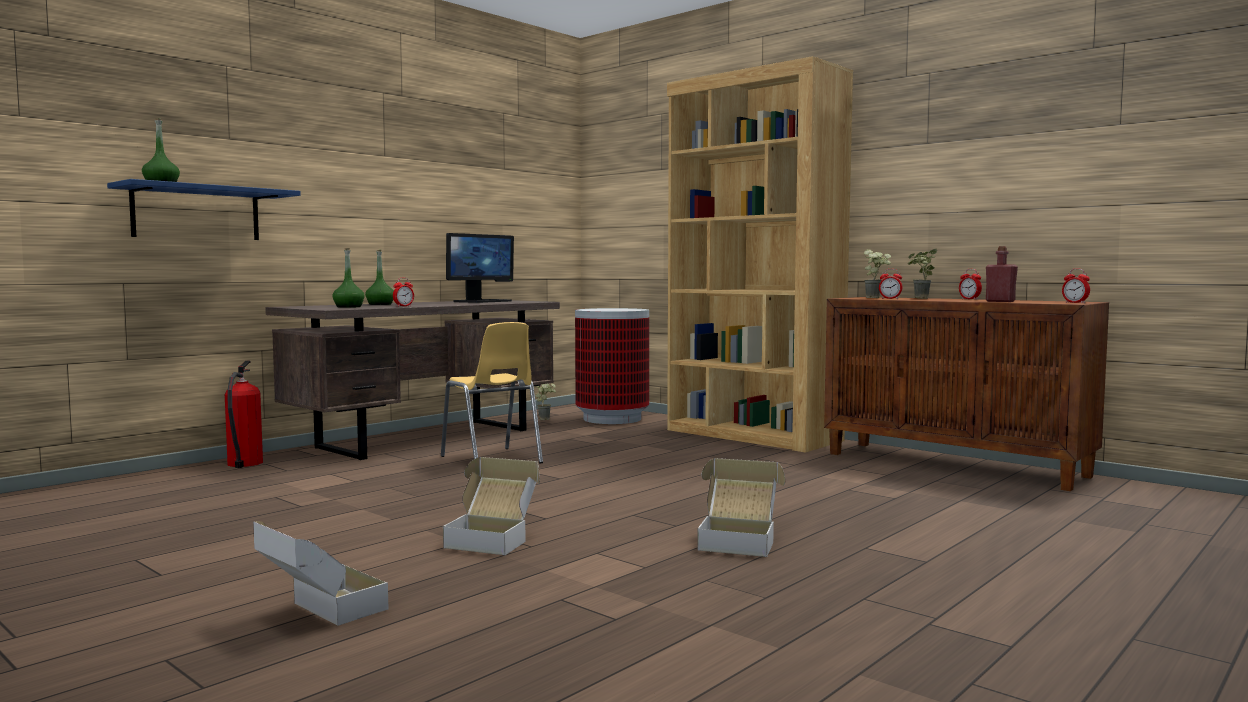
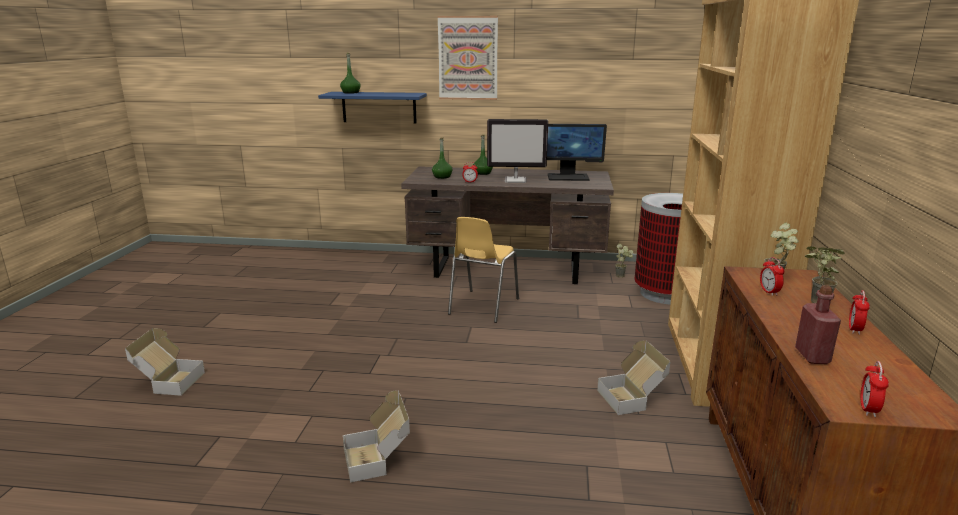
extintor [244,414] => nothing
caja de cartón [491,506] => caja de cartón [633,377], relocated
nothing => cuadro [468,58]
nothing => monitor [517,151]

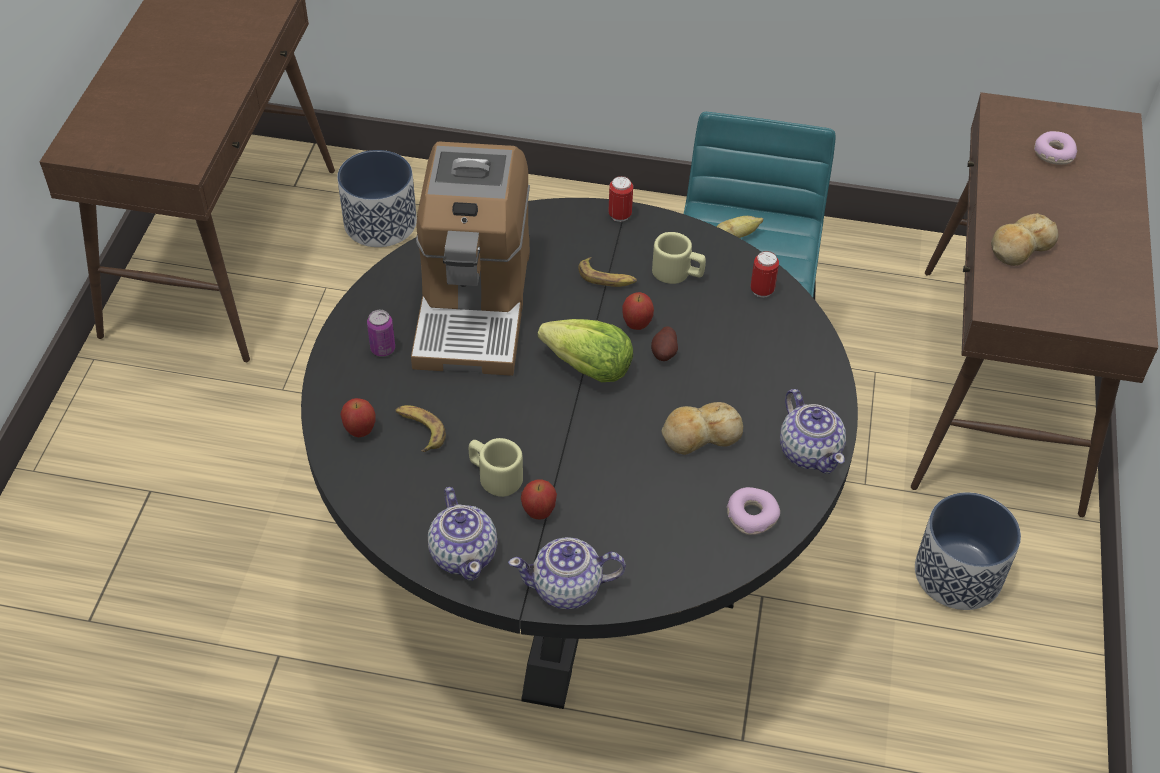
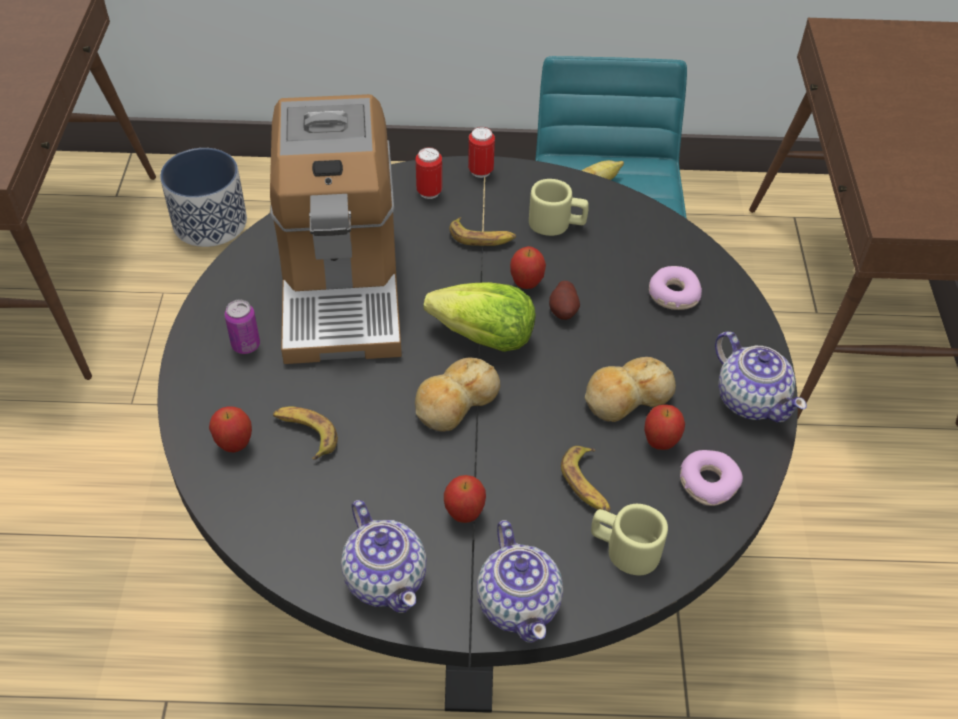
taza grande/beis [496,467] => taza grande/beis [629,539], relocated
tetera [567,573] => tetera [520,581], 90 degrees counterclockwise
lata [765,274] => lata [429,173], relocated
maceta [968,551] => nothing
pan [1025,239] => pan [457,394], relocated
rosquilla [1055,148] => rosquilla [675,288], relocated
nothing => plátano [586,479]
nothing => manzana [664,427]

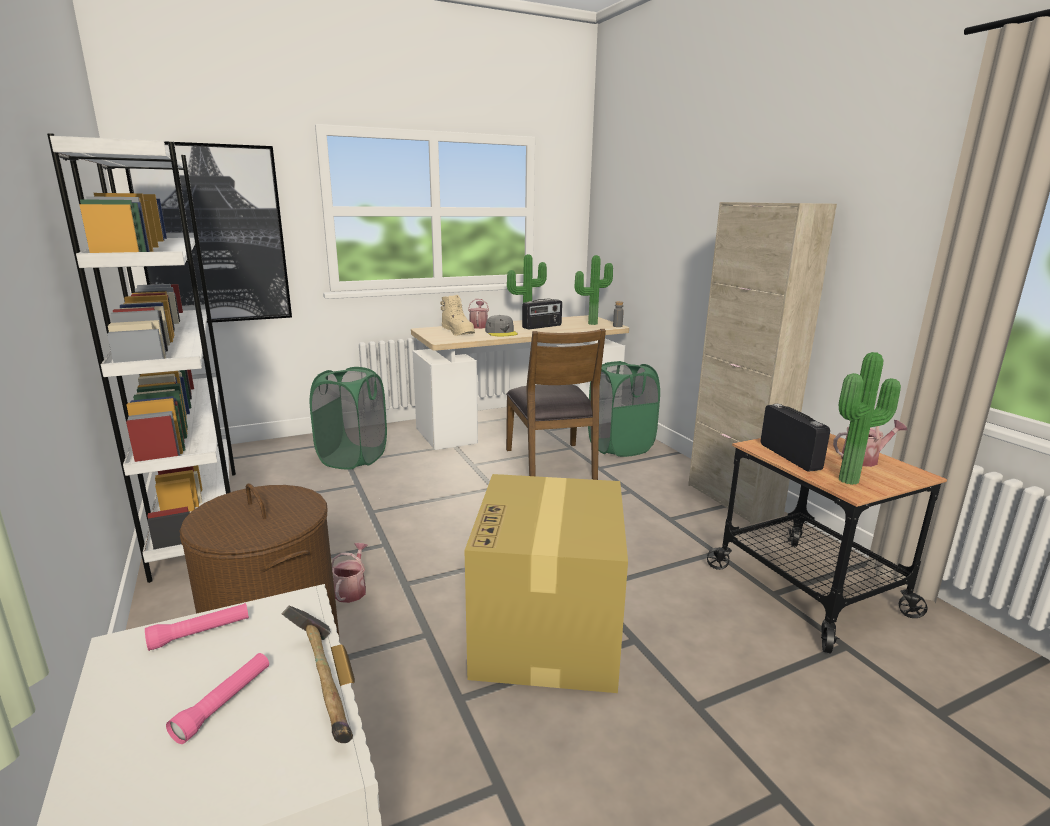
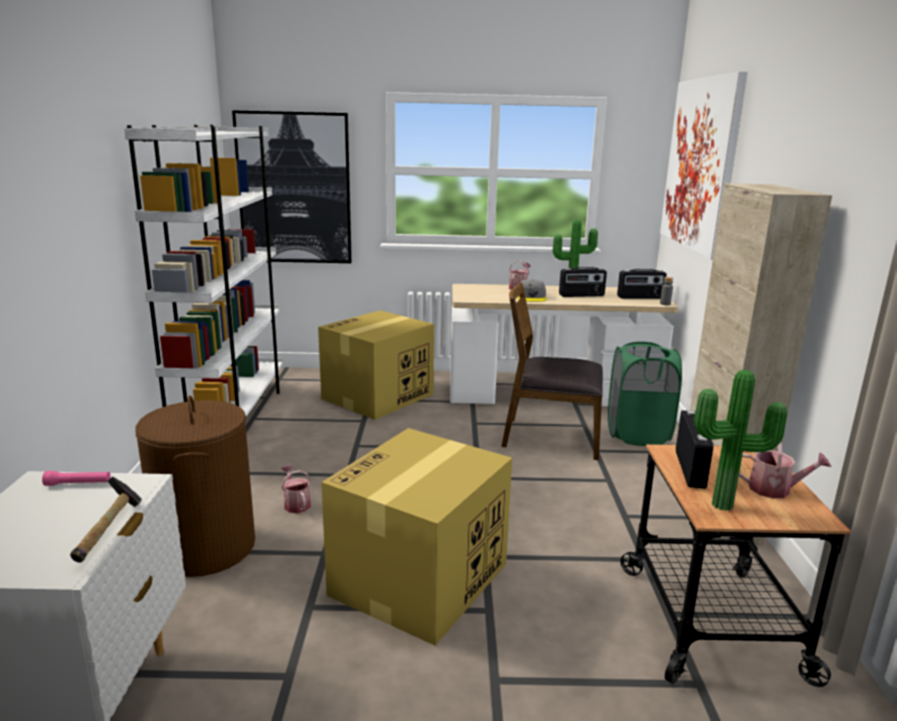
linterna/rosa [217,698] => nothing
cesto de la ropa/verde [348,418] => caja de cartón [376,365]
regadera [349,573] => regadera [296,489], 60 degrees counterclockwise
bota/beis [457,315] => nothing
silla/marrón [556,404] => silla/marrón [552,371], 90 degrees clockwise
planta en maceta [594,290] => radio [642,284]
nothing => cuadro [704,165]

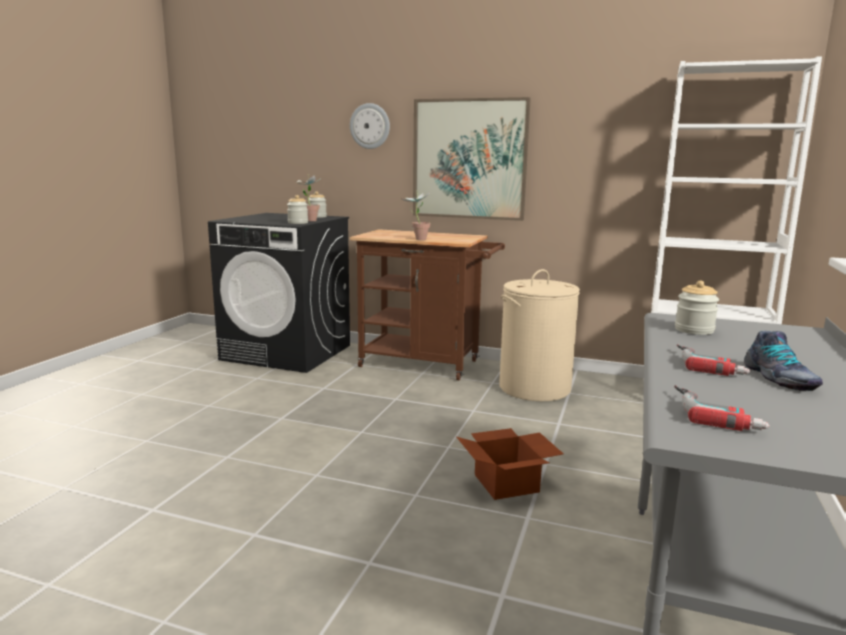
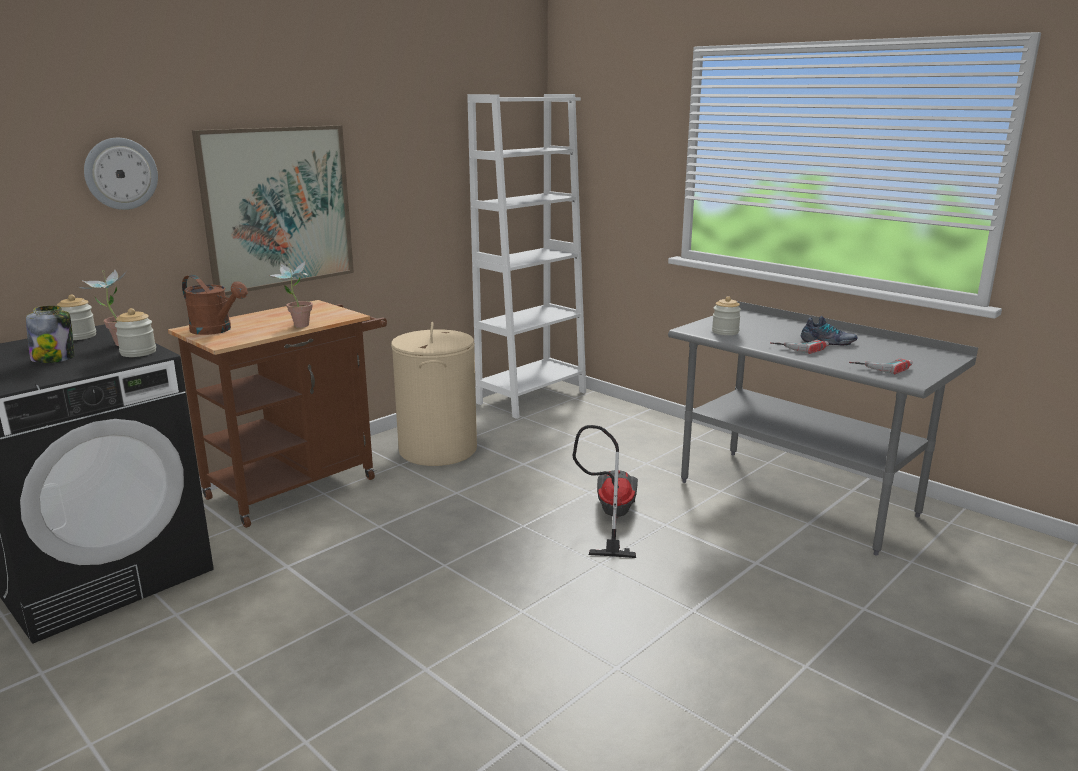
caja de cartón [510,464] => aspiradora [605,491]
nothing => tarro [50,334]
nothing => regadera/marrón [215,305]

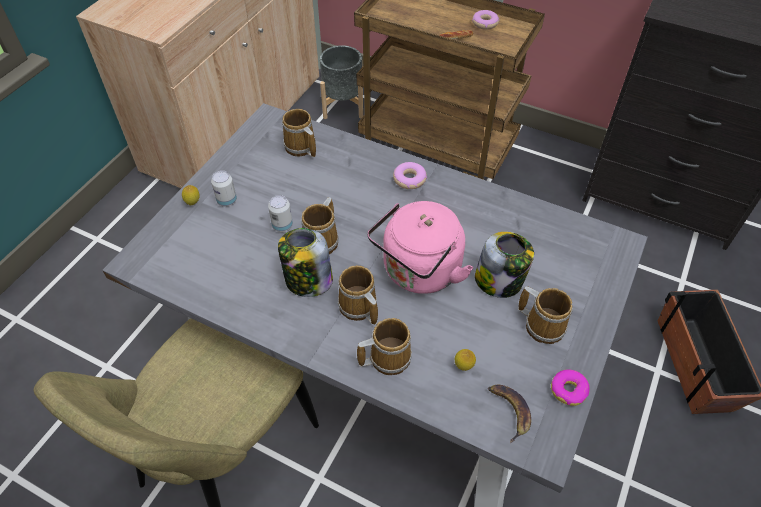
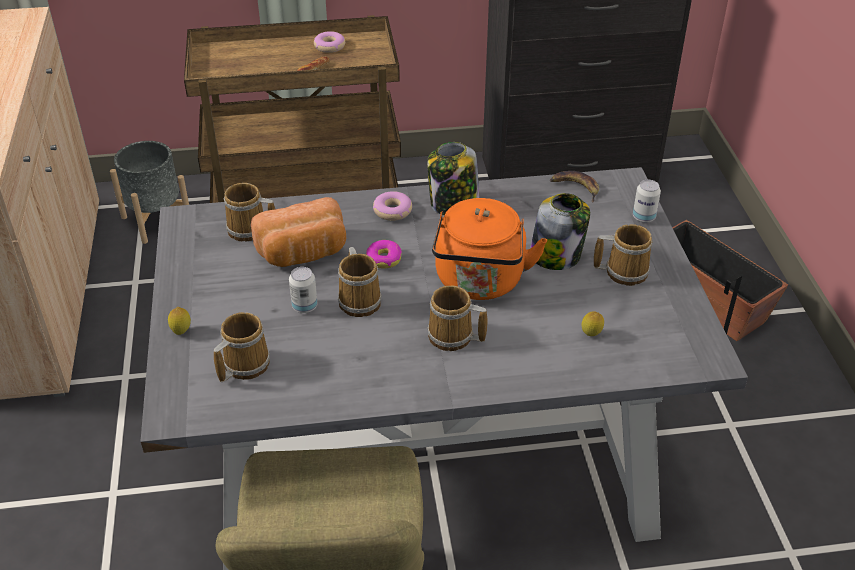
lata [224,188] => lata [647,201], relocated
tarro [305,262] => tarro [453,178], relocated
taza grande [384,346] => taza grande [242,347], relocated
hervidor/rosa [420,247] => hervidor/naranja [489,249]
plátano [509,414] => plátano [574,186], relocated
rosquilla [570,387] => rosquilla [384,254], relocated
nothing => pan [298,232]

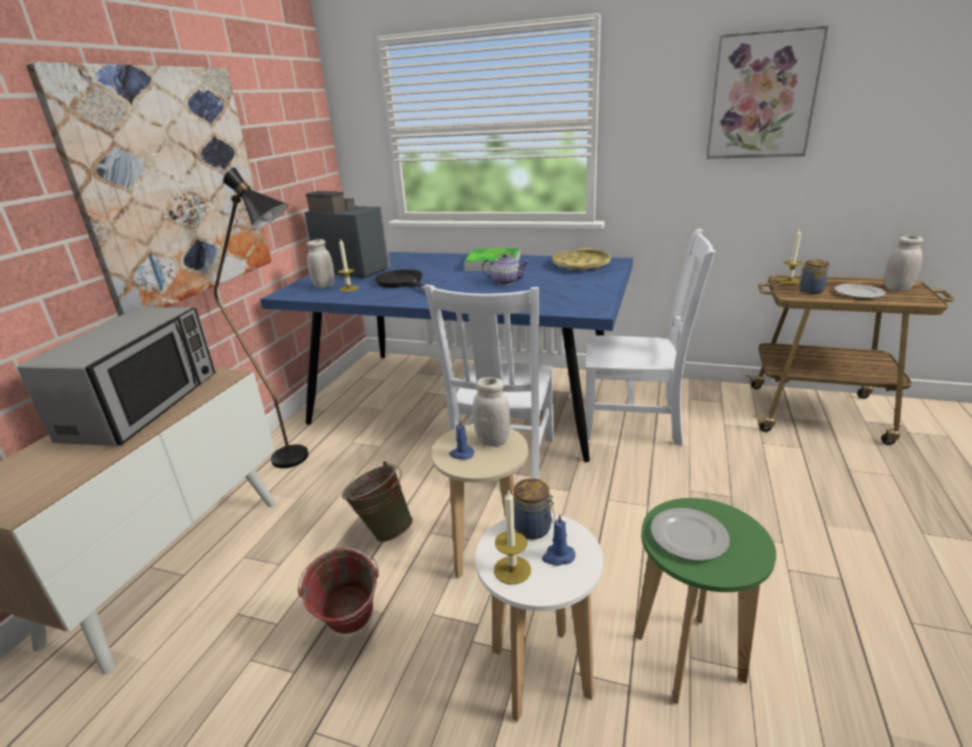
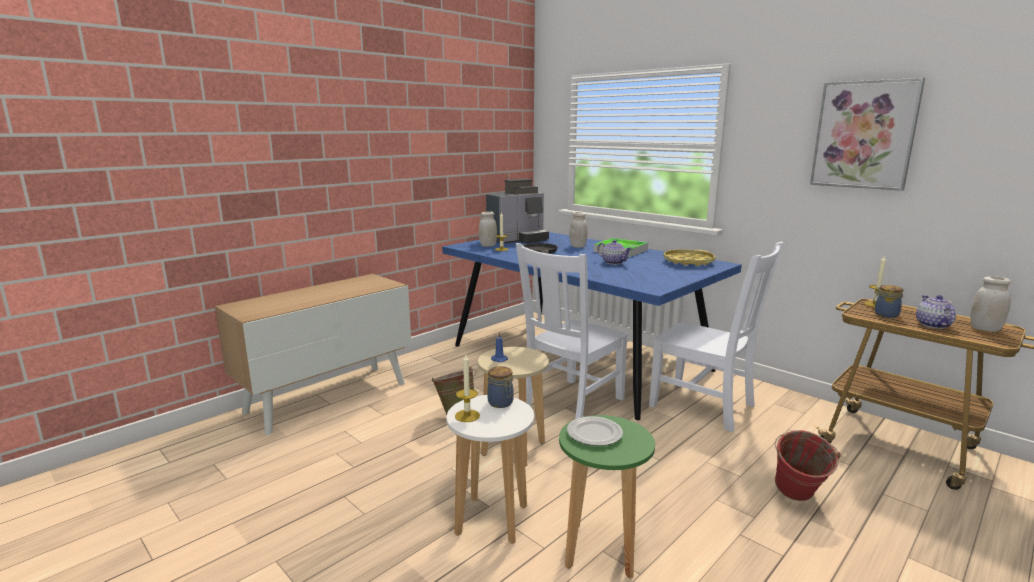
microondas [116,376] => nothing
cuadro [148,189] => nothing
lámpara de pie/negro [261,318] => nothing
cubo/rojo [338,590] => cubo/rojo [808,465], relocated
cafetera [347,234] => cafetera [517,211], 90 degrees clockwise
tarro/blanco [491,411] => tarro/blanco [578,230], relocated
vela/azul [558,539] => nothing
plato [860,291] => tetera [936,312]

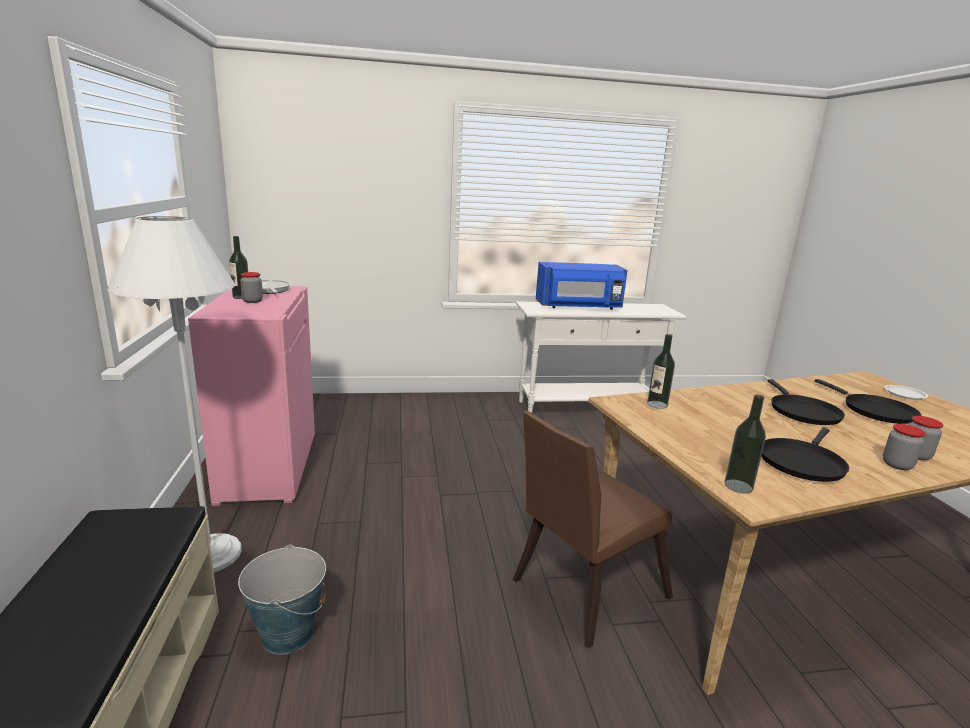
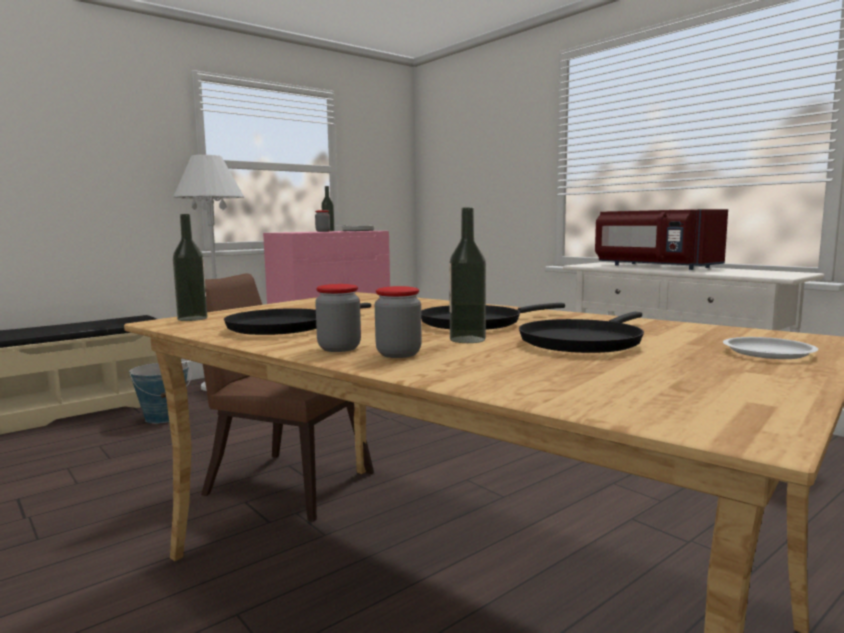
microondas/azul [582,286] => microondas/rojo [661,239]
botella [661,371] => botella [467,275], relocated
sartén/negro [805,455] => sartén/negro [297,319], 60 degrees counterclockwise

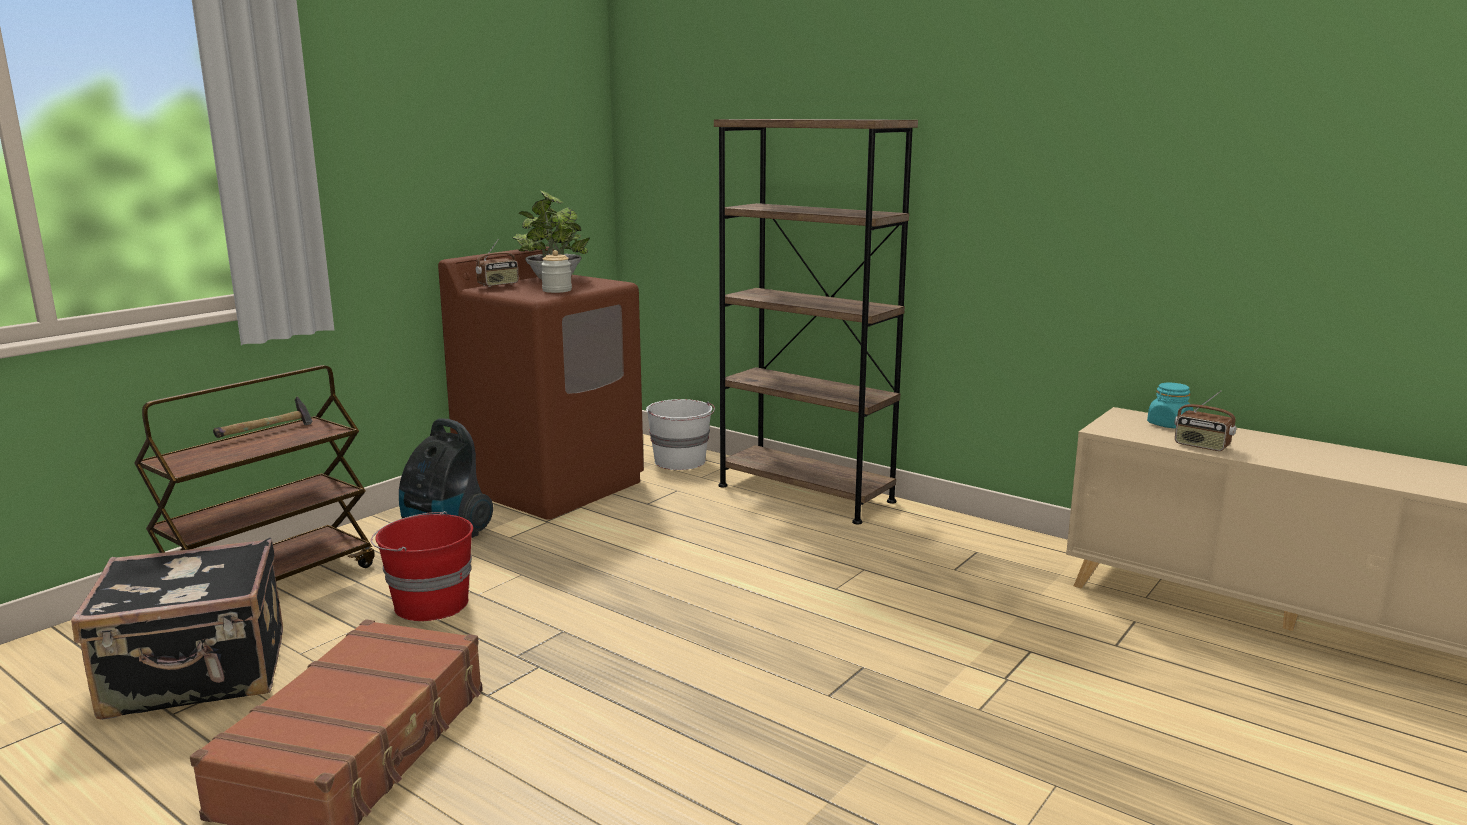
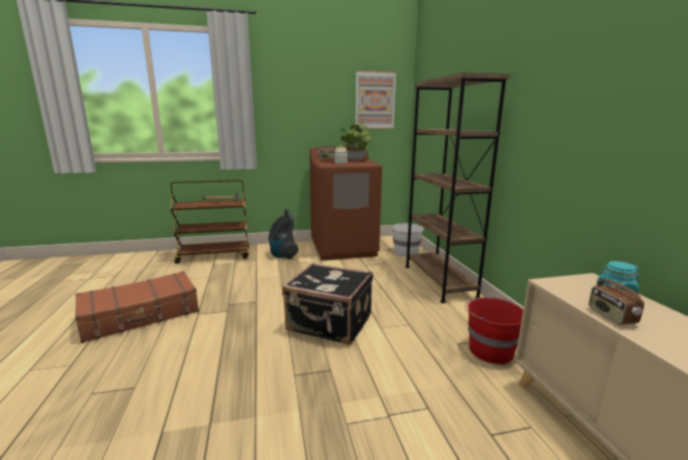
maleta/negro [177,629] => maleta/negro [327,304], relocated
cubo/rojo [422,566] => cubo/rojo [494,330], relocated
nothing => cuadro [375,99]

